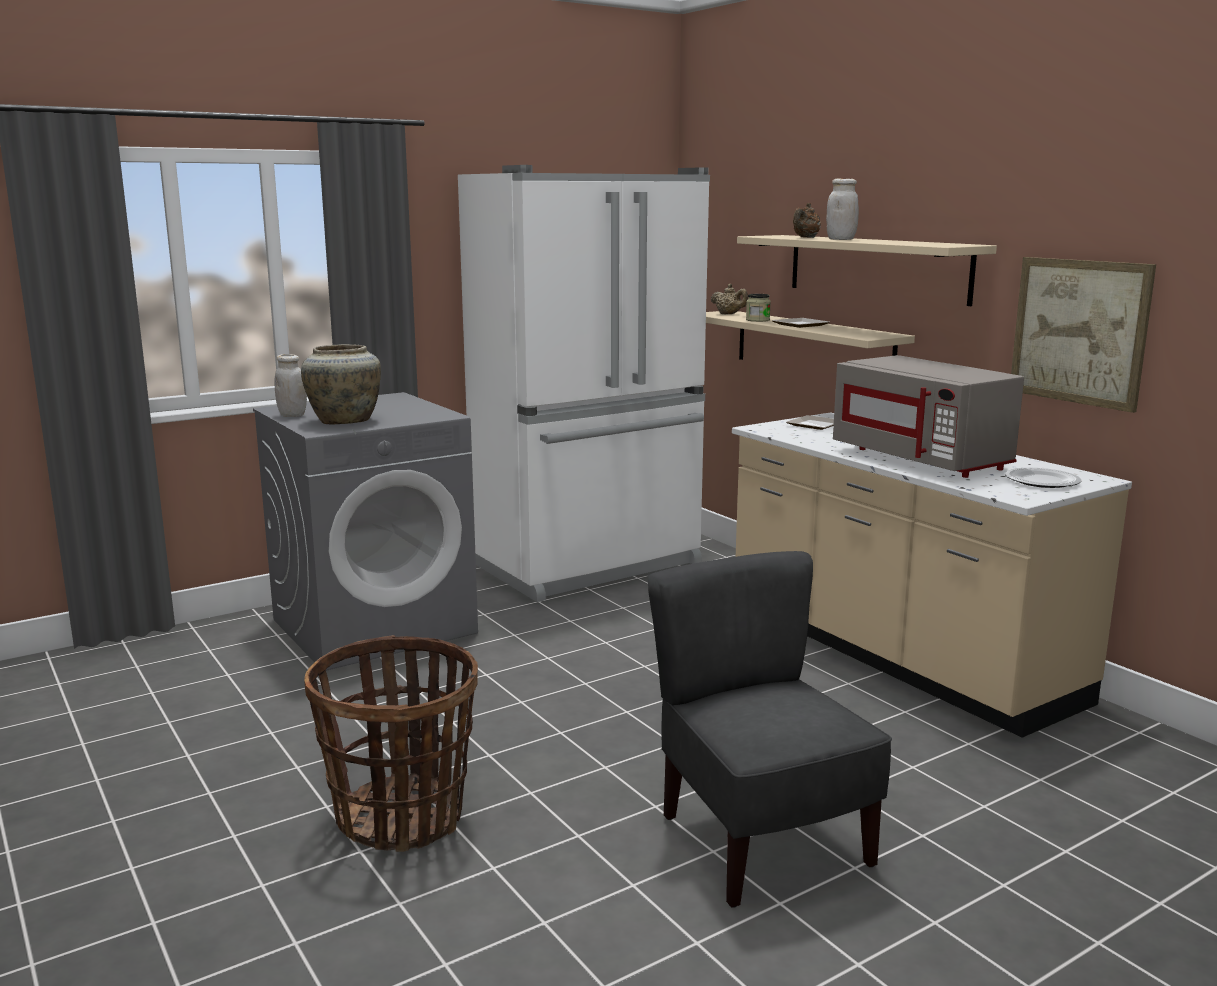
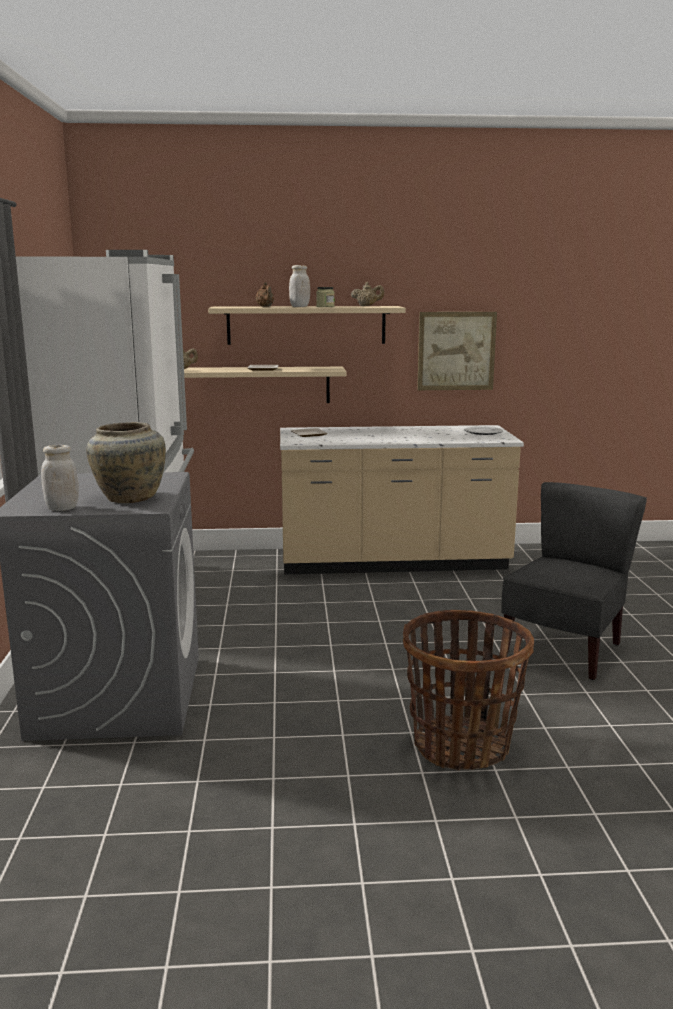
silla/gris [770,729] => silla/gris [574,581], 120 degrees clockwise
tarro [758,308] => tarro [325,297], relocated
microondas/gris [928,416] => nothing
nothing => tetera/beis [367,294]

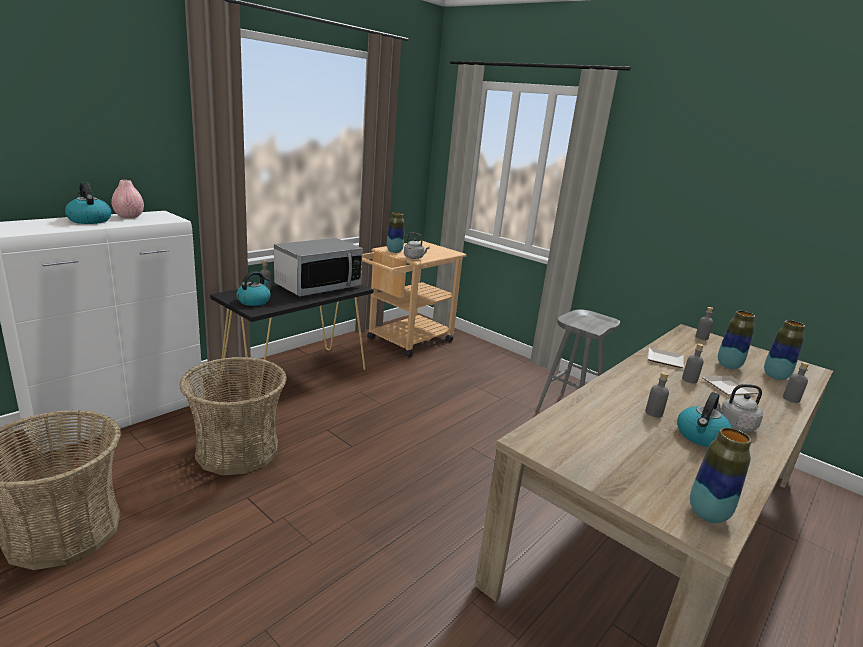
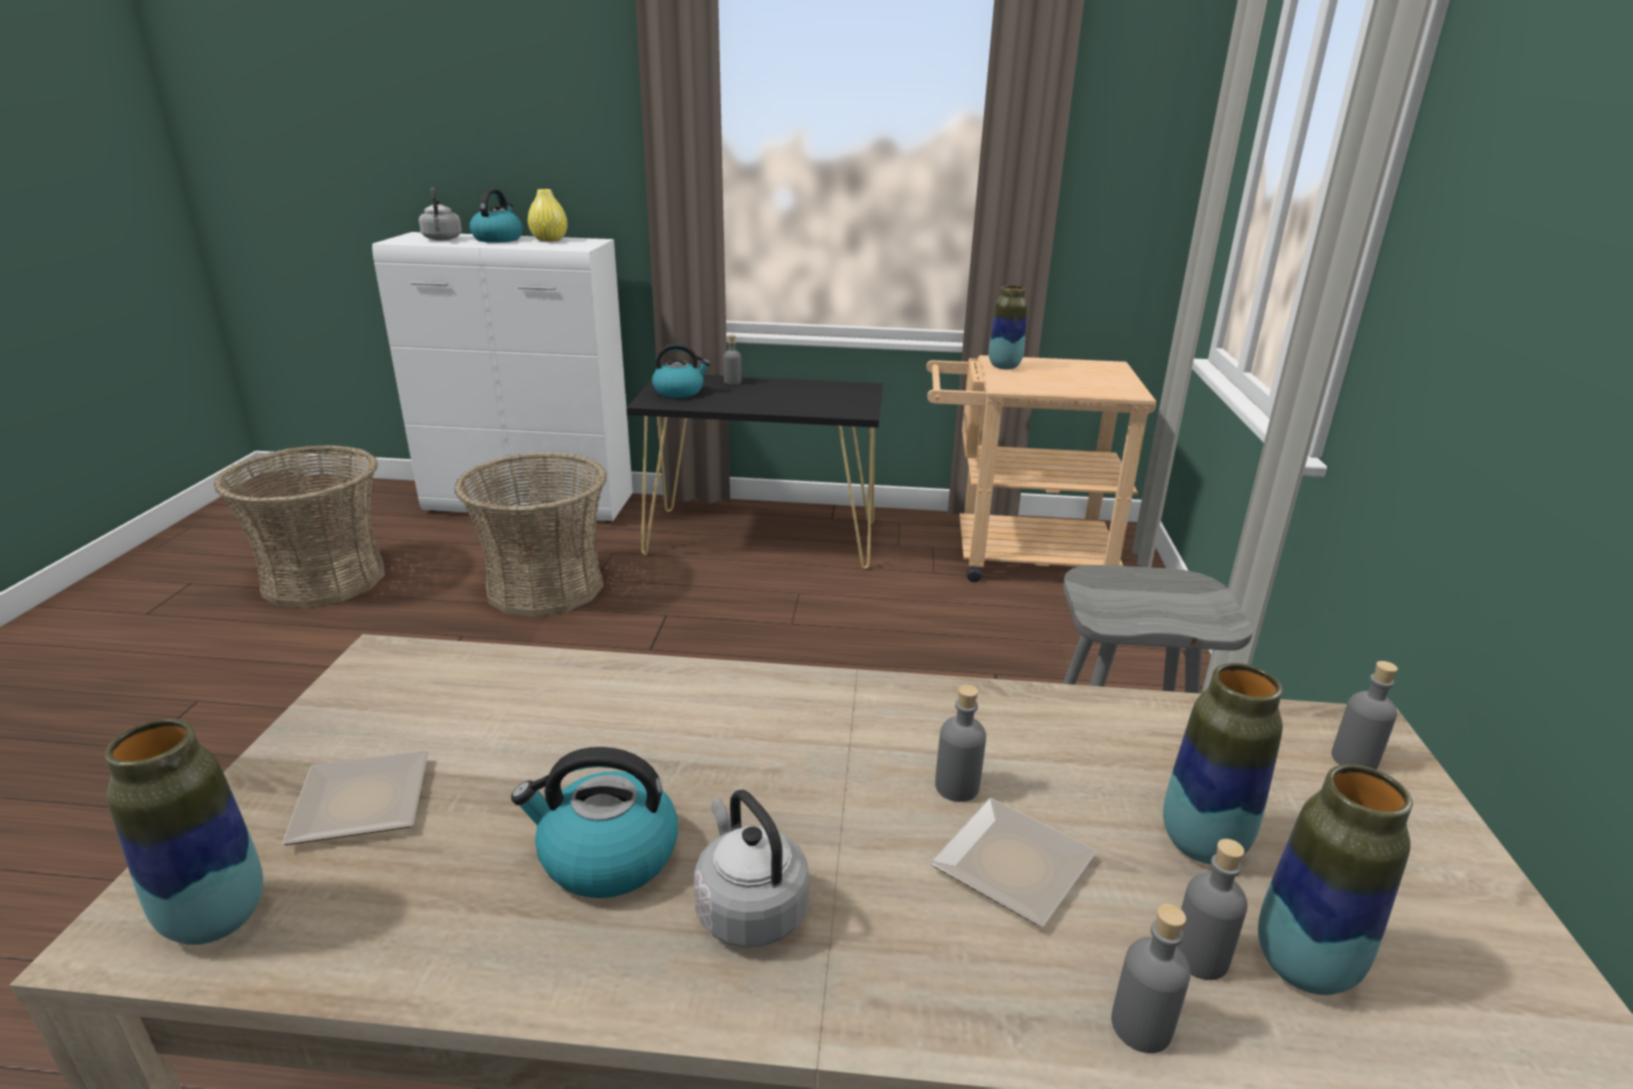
florero/rosa [127,199] => florero/amarillo [547,215]
microondas [318,267] => nothing
hervidor/gris [417,246] => hervidor/gris [440,214], relocated
botella/gris [657,394] => botella/gris [1212,909], relocated
plato [665,358] => plato [355,797], relocated

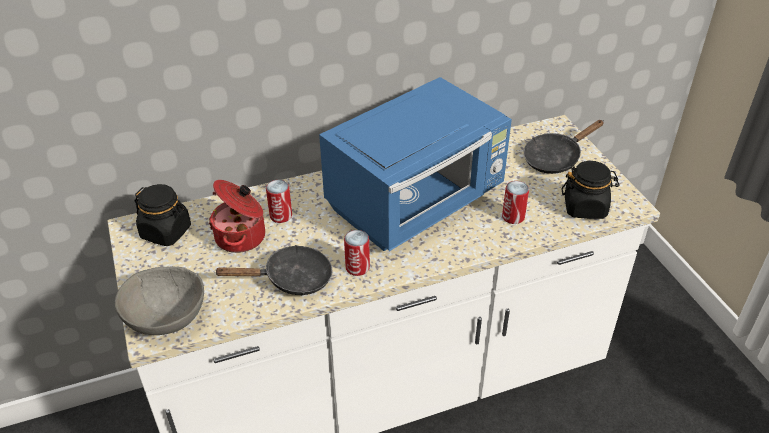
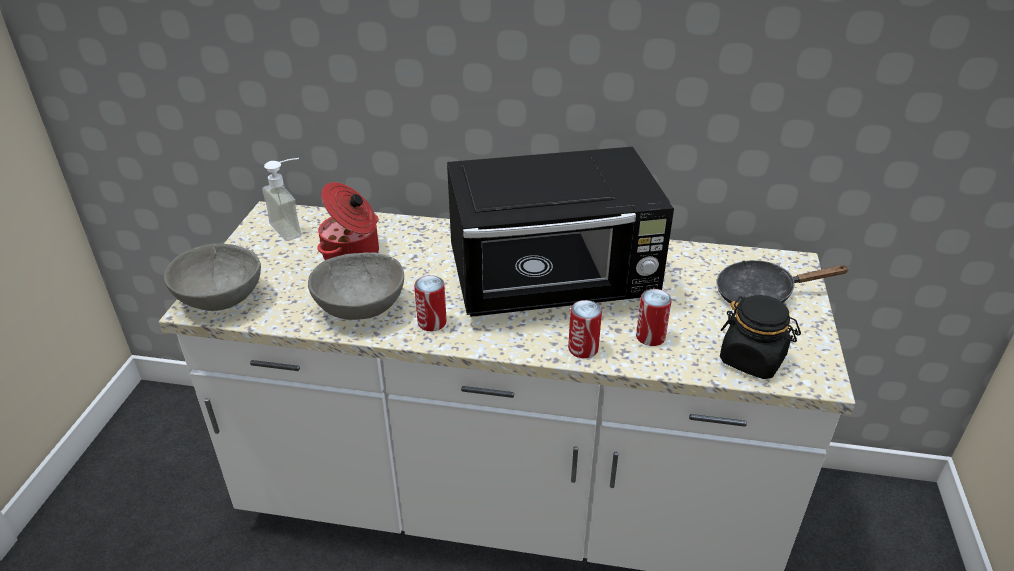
tarro/negro [162,215] => dispensador de jabón [281,199]
sartén/negro [273,270] => cuenco/gris [356,286]
lata [279,201] => lata [585,329], relocated
microondas/azul [415,164] => microondas/negro [560,232]

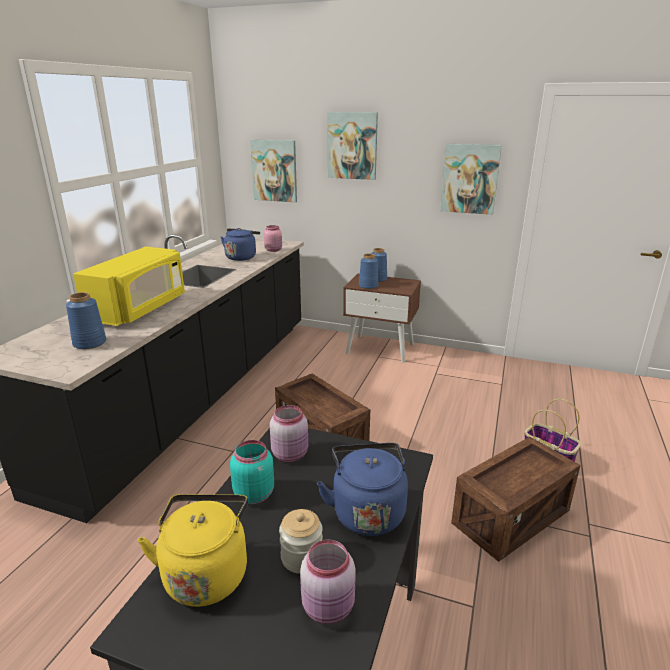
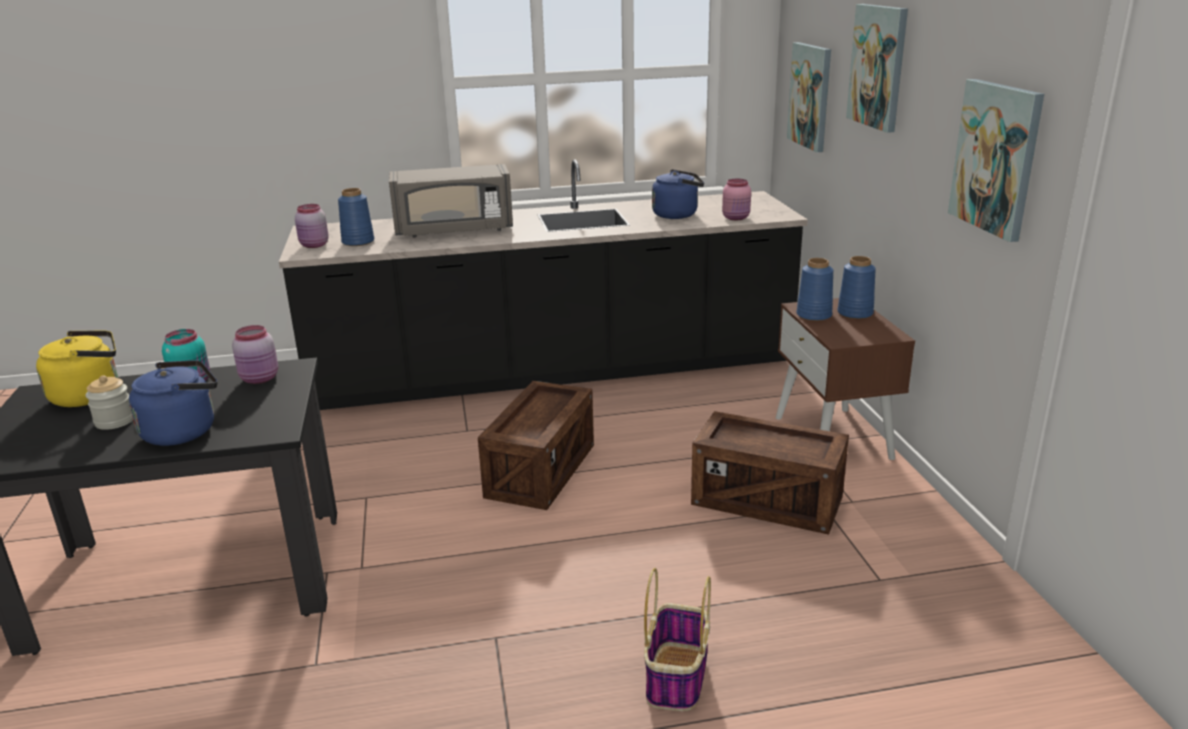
microondas/amarillo [129,286] => microondas/gris [451,200]
tarro/rosa [328,582] => tarro/rosa [312,226], relocated
caja de embalaje [515,499] => caja de embalaje [770,473], relocated

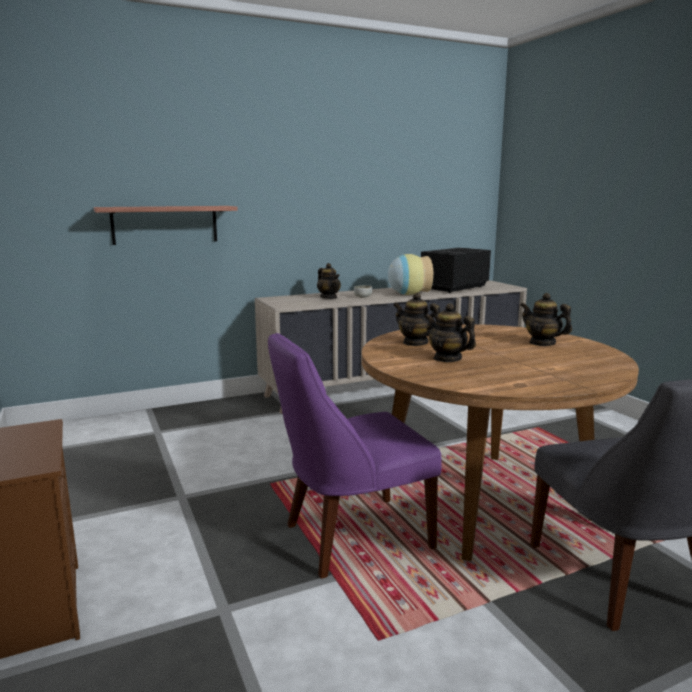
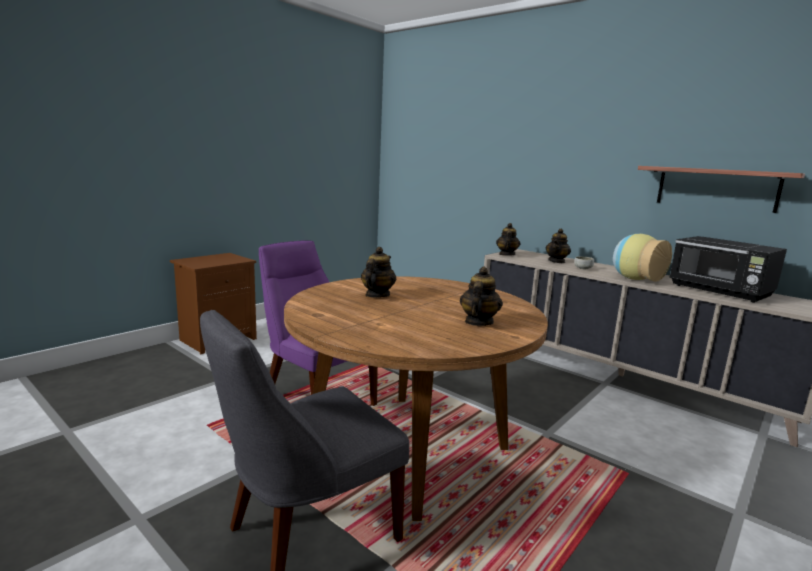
estante [166,225] => estante [721,189], relocated
tetera [416,319] => tetera [508,239], relocated
microondas/negro [456,270] => microondas/negro [728,269], 150 degrees counterclockwise

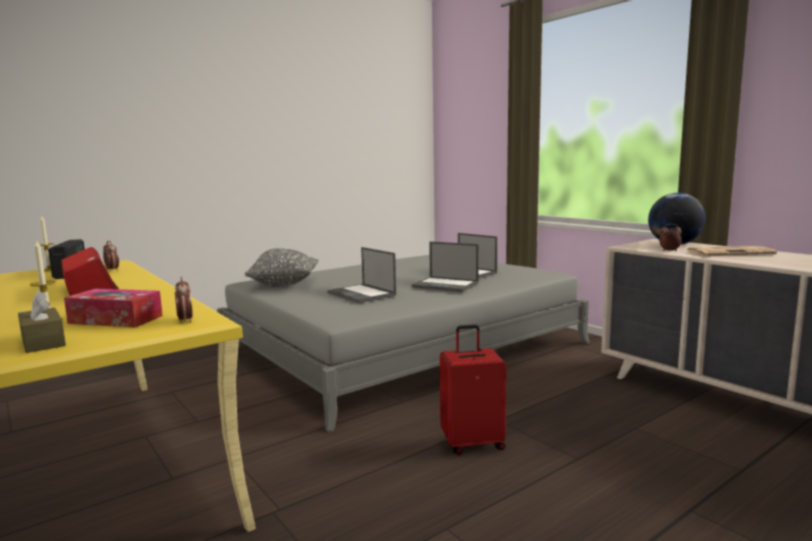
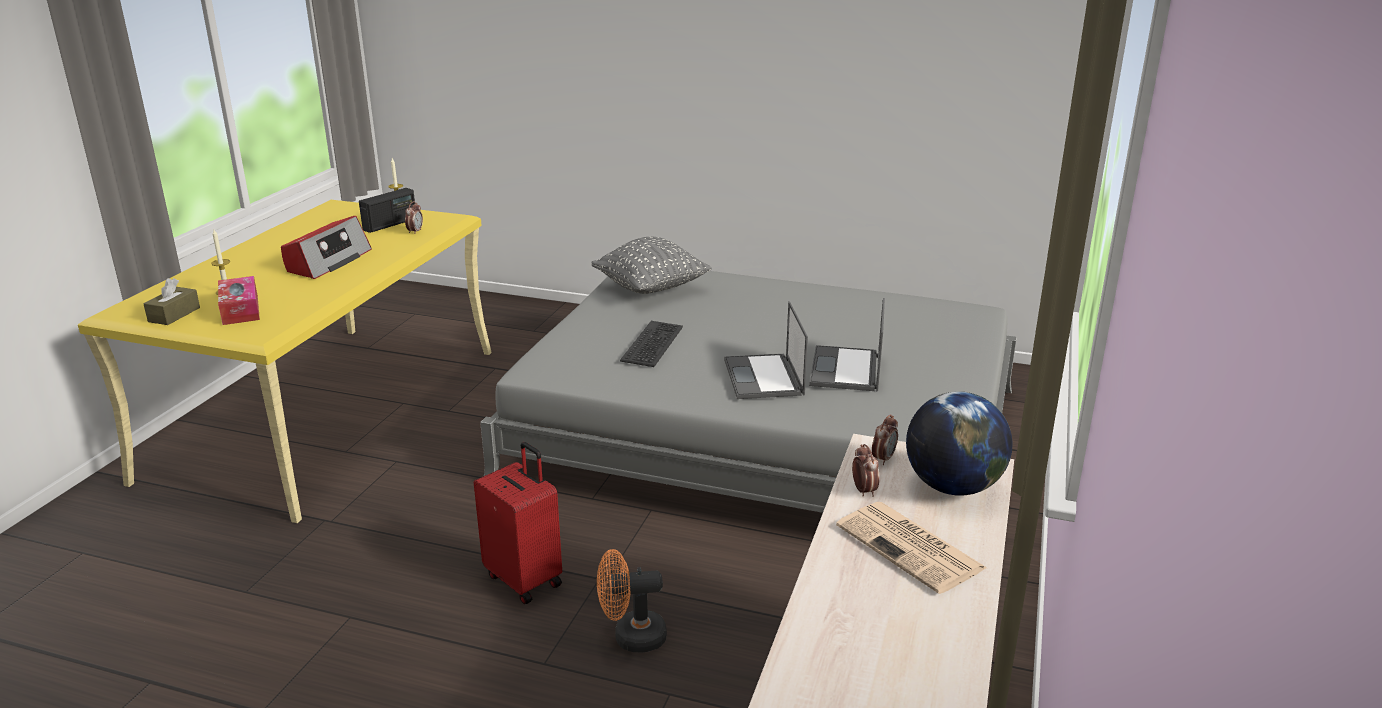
despertador [184,299] => despertador [885,439], relocated
portátil [361,275] => teclado [651,344]
nothing => ventilador/naranja [632,600]

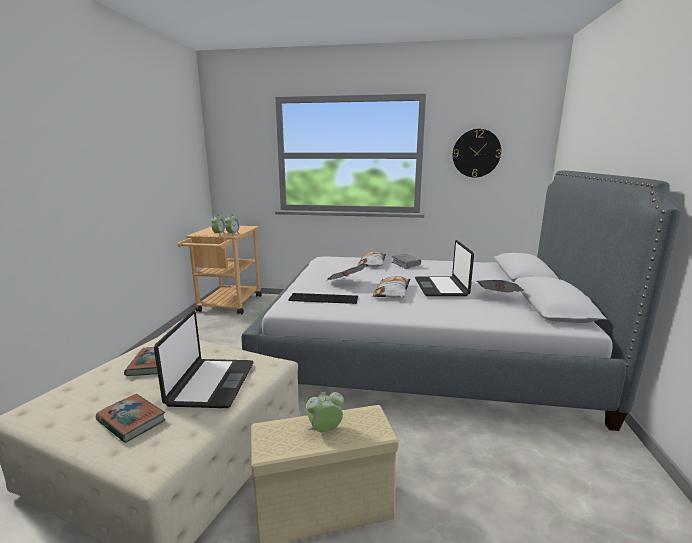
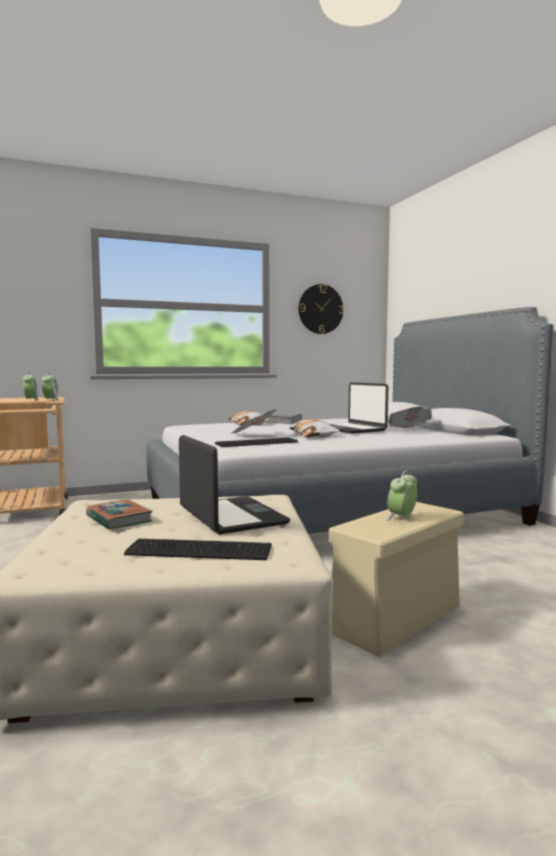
libro [131,418] => teclado [198,549]

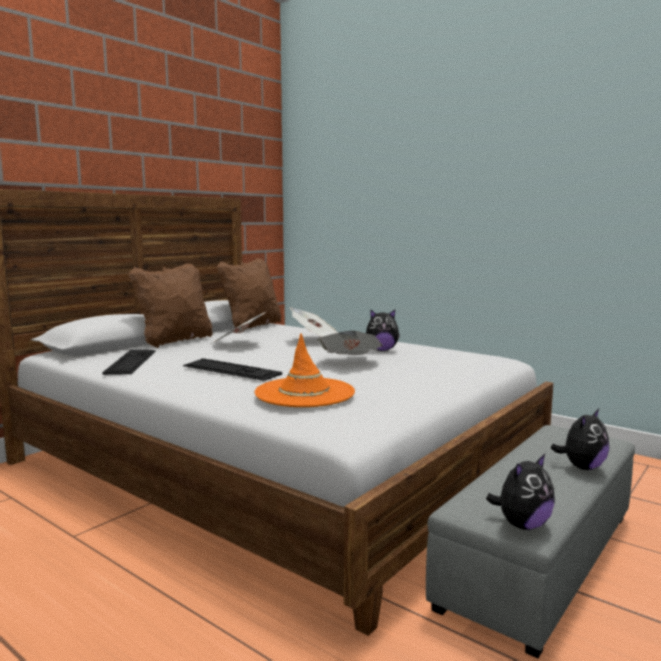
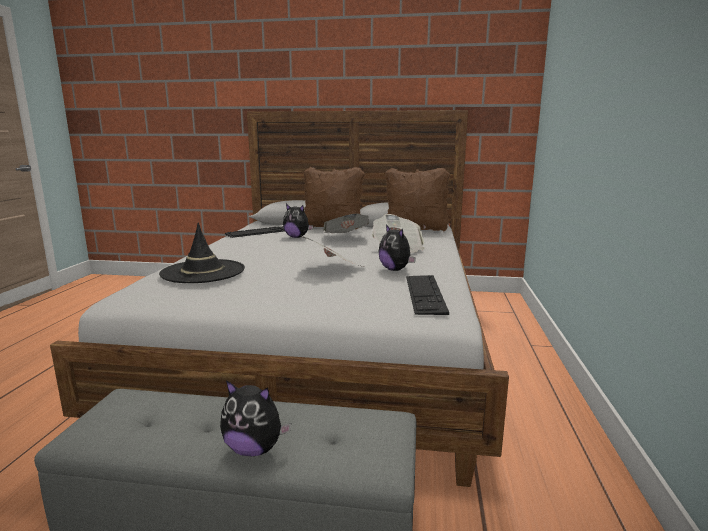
teclado [232,369] => teclado [427,295], relocated
sombrero/naranja [305,370] => sombrero/negro [202,253]
peluche [520,492] => peluche [298,221], relocated

